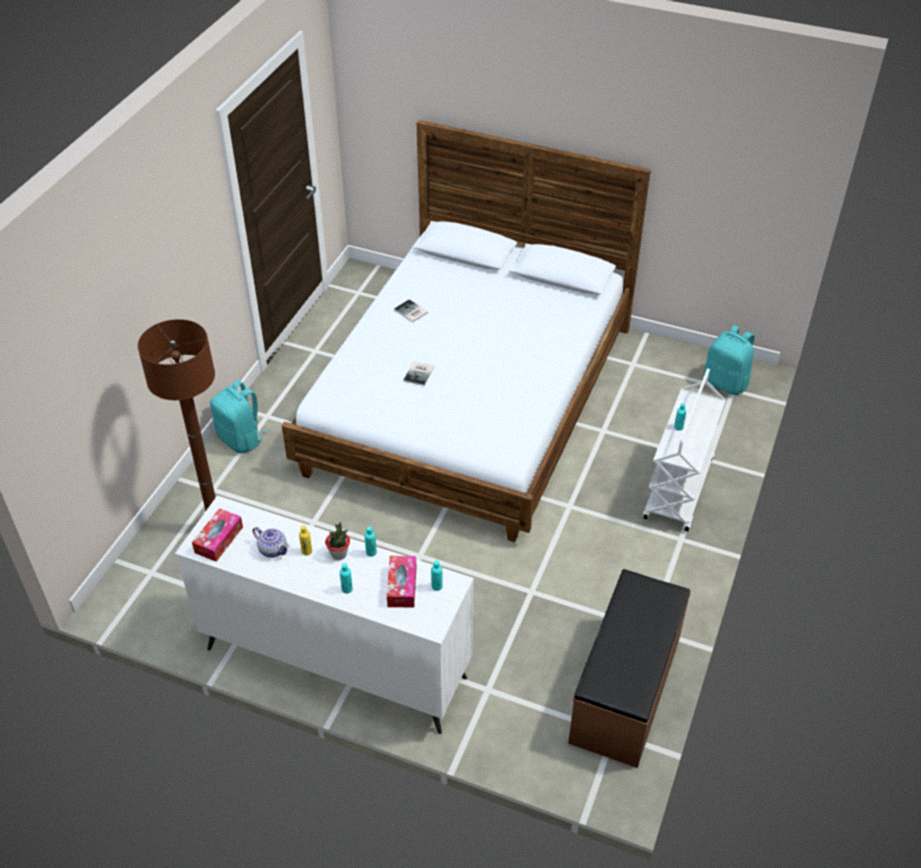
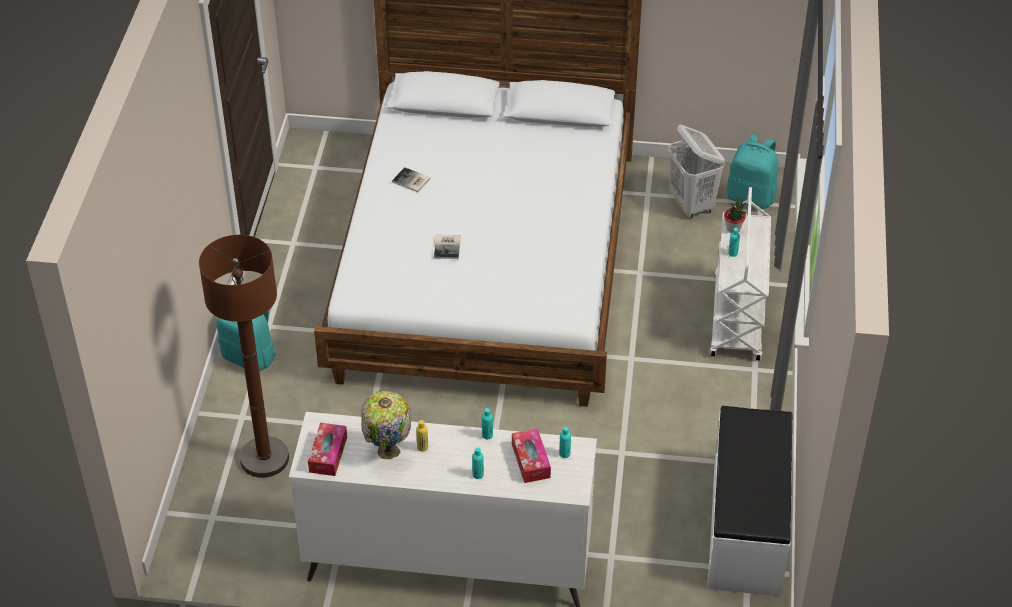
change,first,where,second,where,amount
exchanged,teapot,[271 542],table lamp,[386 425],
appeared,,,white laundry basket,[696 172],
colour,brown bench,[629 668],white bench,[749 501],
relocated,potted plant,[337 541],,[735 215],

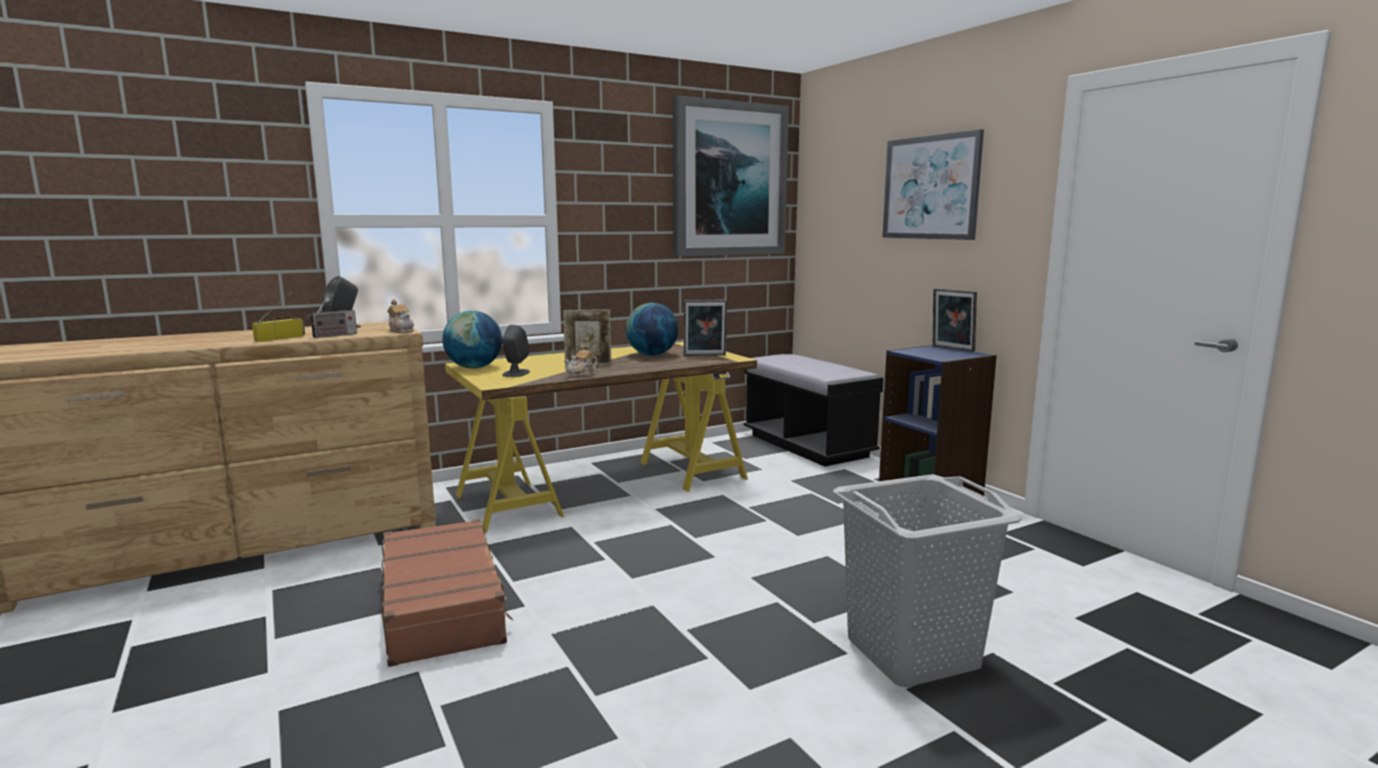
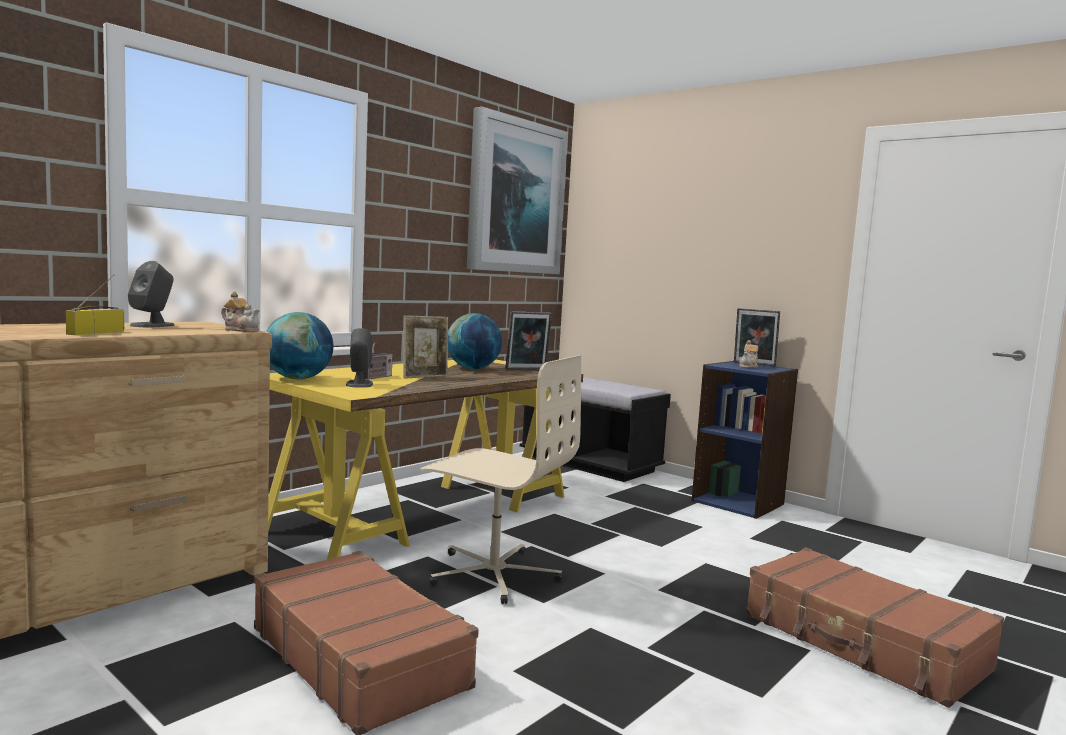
change,first,where,second,where,amount
relocated,radio,[332 318],,[378 361],
appeared,,,beige office chair,[501 479],
relocated,teapot,[581 361],,[748 354],
exchanged,grey laundry basket,[927 580],brown suitcase,[875 628],
missing,picture,[933 184],,,

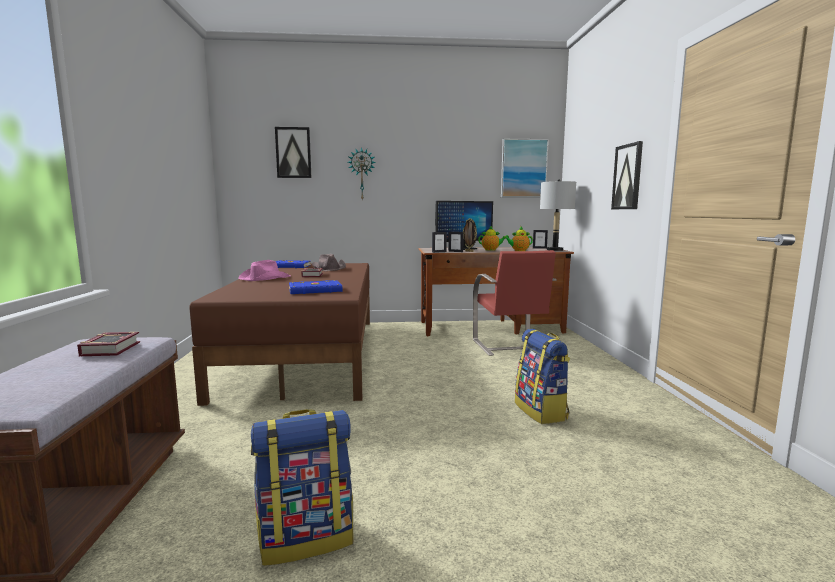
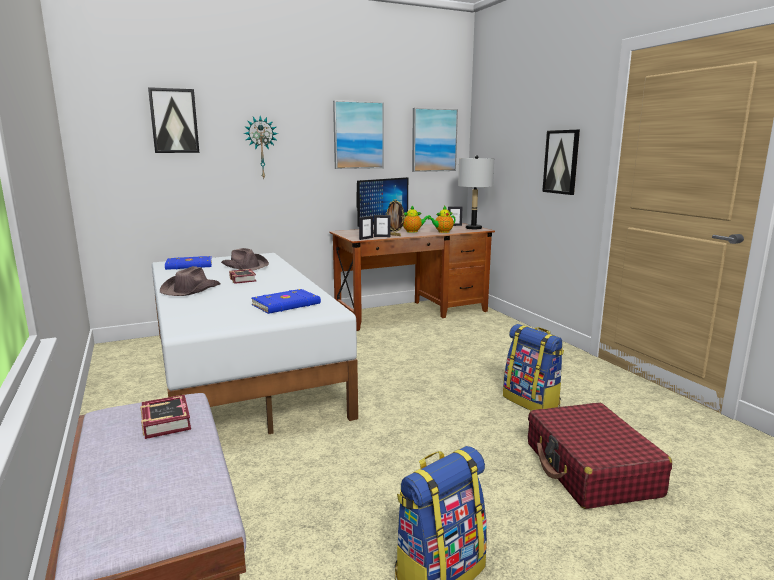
change,first,where,second,where,amount
colour,brown bed,[279 334],white bed,[255 343],
colour,pink hat,[264 270],brown hat,[190 281],
appeared,,,picture,[358 134],
appeared,,,red suitcase,[600 456],
missing,red chair,[515 303],,,

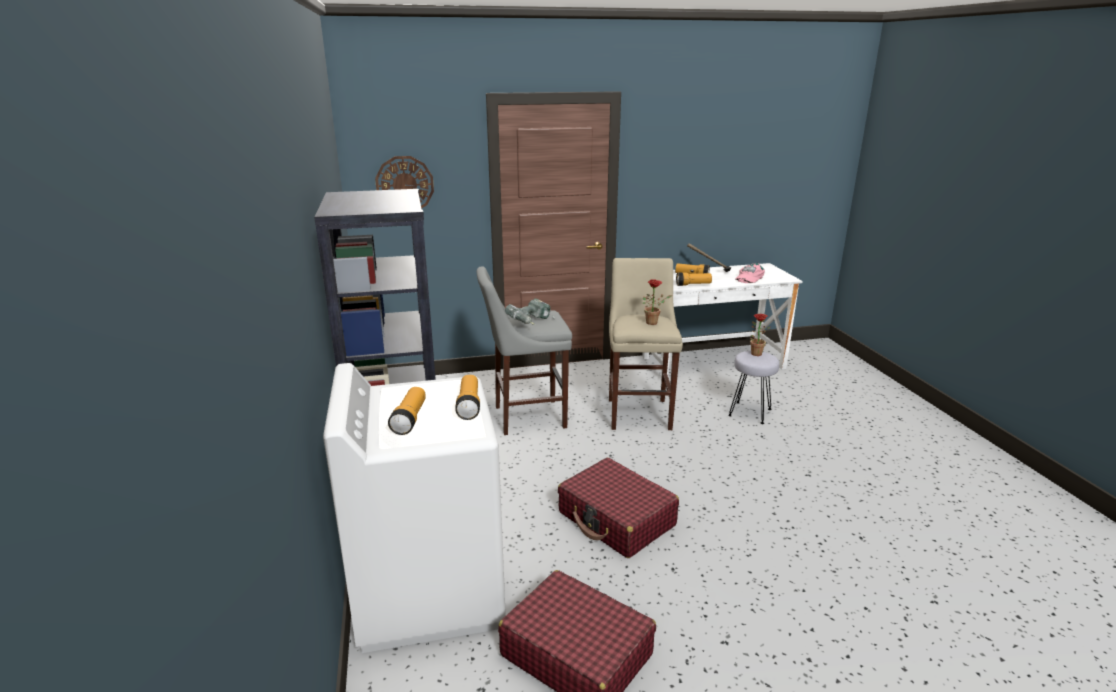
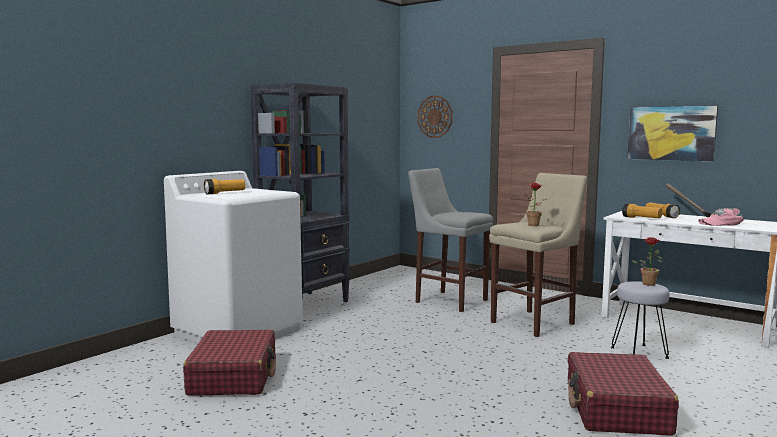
change,first,where,second,where,amount
relocated,red suitcase,[618 508],,[623 394],
appeared,,,picture,[672 133],
missing,flashlight,[467 397],,,
missing,power drill,[530 312],,,

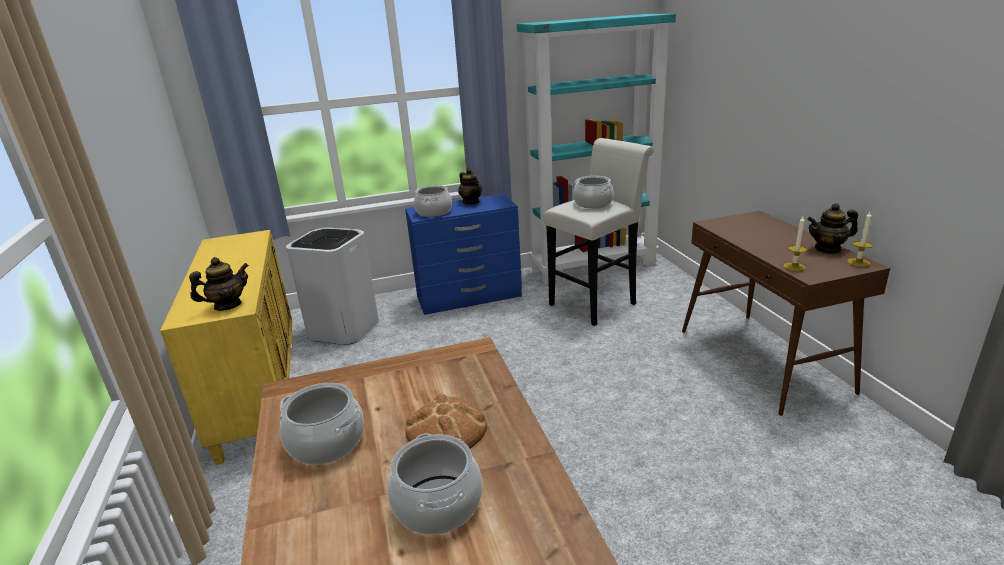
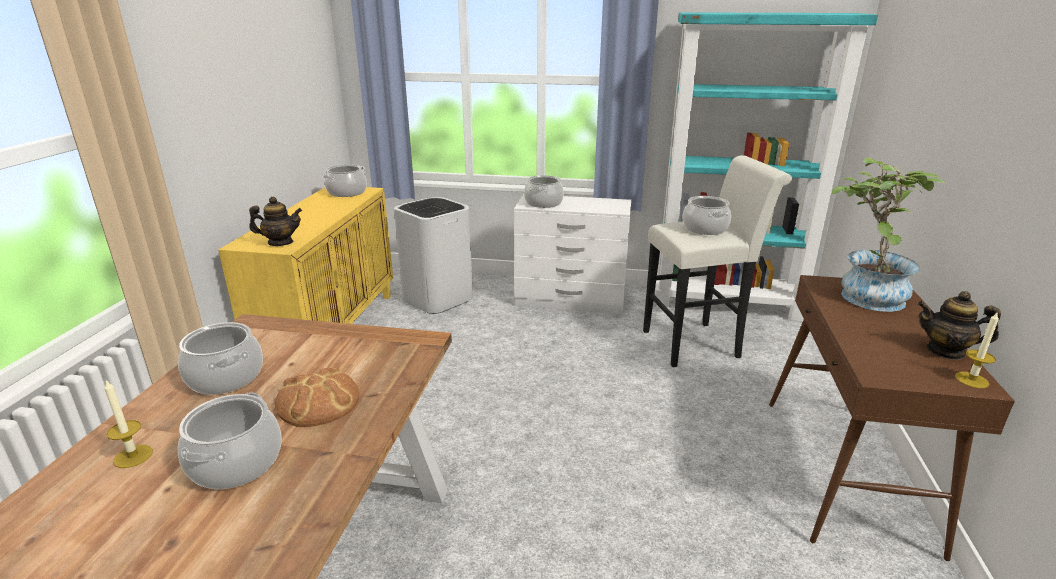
change,first,where,second,where,amount
relocated,candle,[795 243],,[128 424],
appeared,,,cooking pot,[345 180],
colour,blue dresser,[463 254],white dresser,[572 254],
appeared,,,potted plant,[889 234],
missing,teapot,[470 186],,,

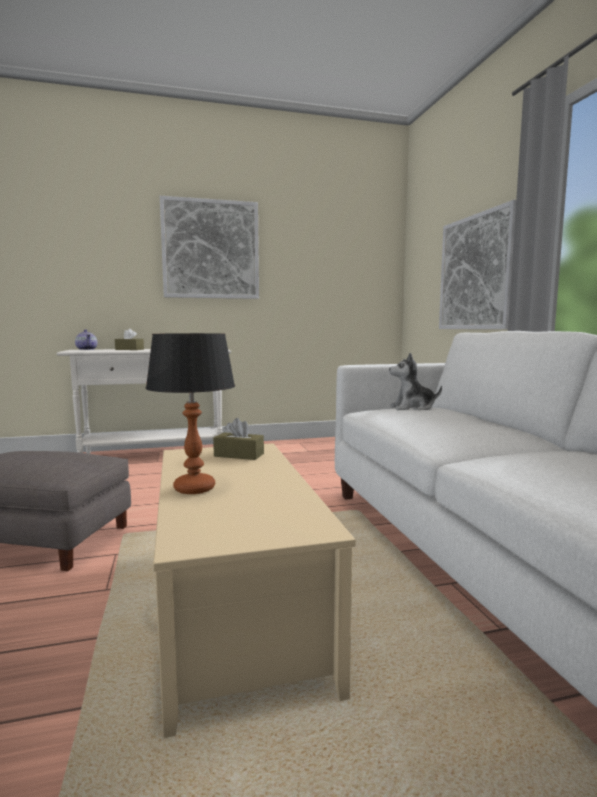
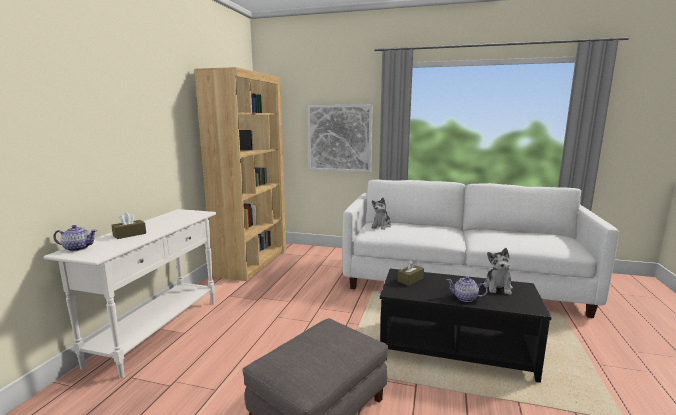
change,first,where,second,where,amount
appeared,,,brown bookcase,[240 174],
colour,beige coffee table,[254 590],black coffee table,[466 326],
exchanged,table lamp,[190 413],teapot,[467 289],
appeared,,,plush toy,[498 271],
missing,picture,[209 247],,,

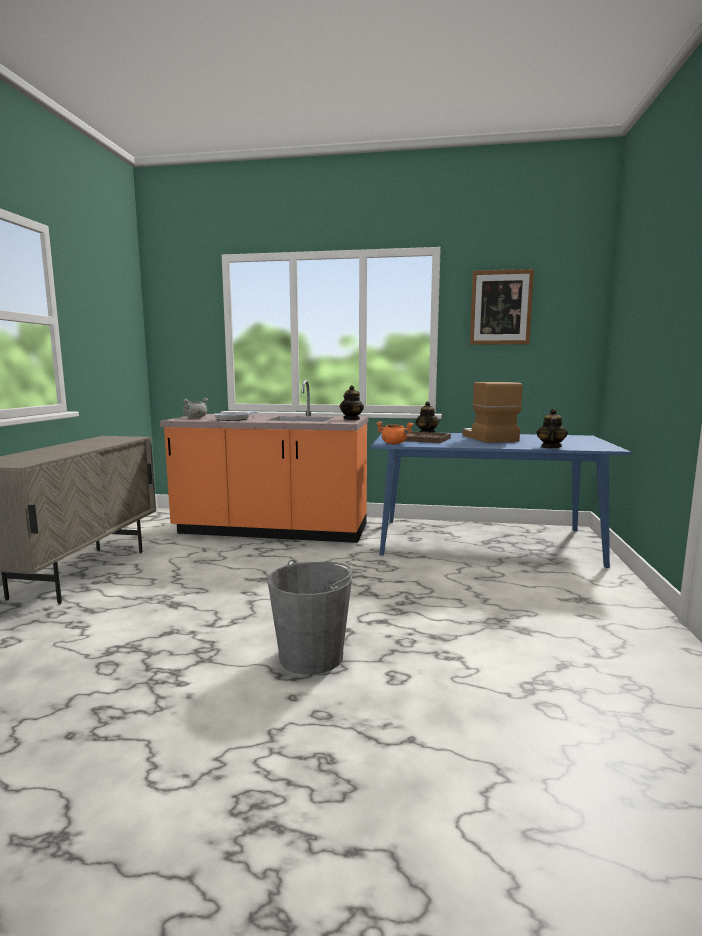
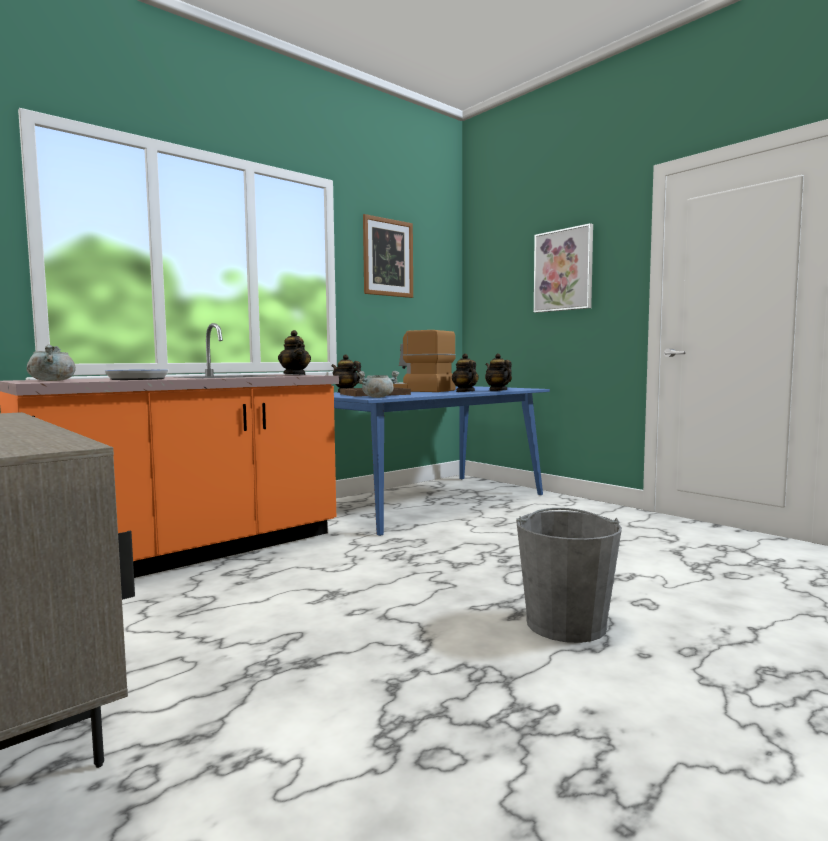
change,first,where,second,where,amount
colour,orange cooking pot,[394 432],grey cooking pot,[378 384],
appeared,,,teapot,[465 372],
appeared,,,picture,[563 268],

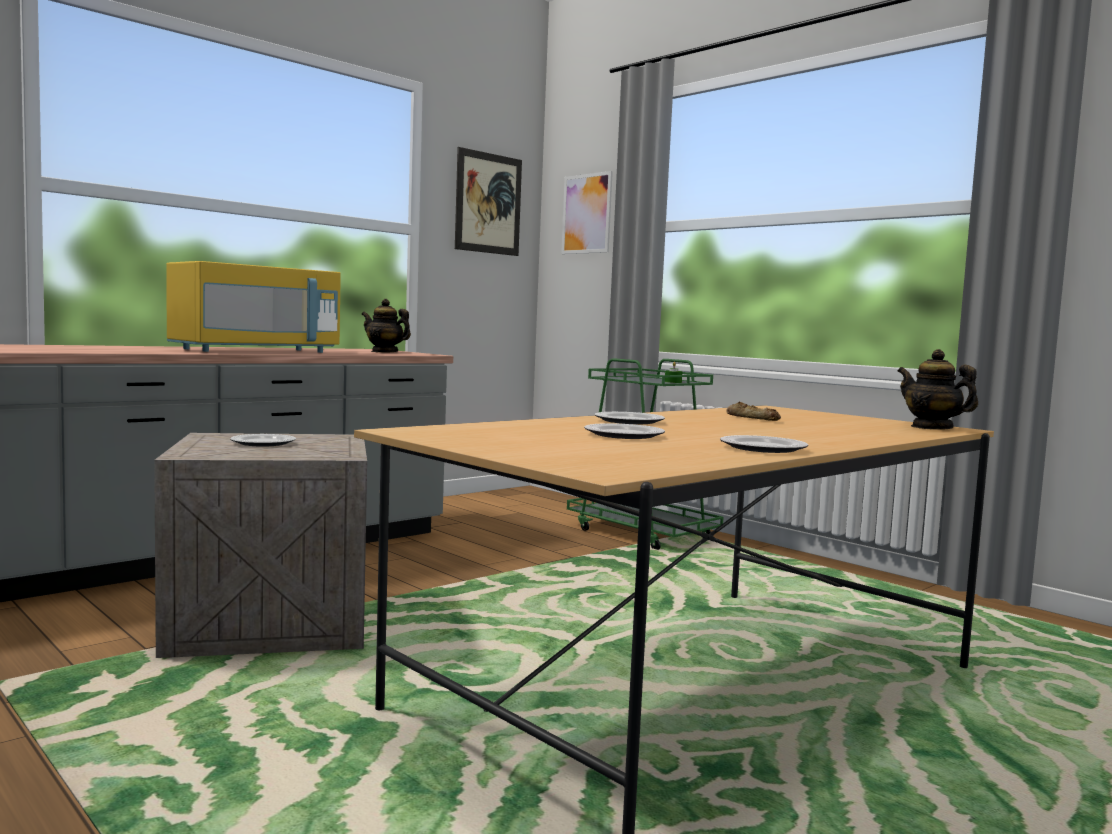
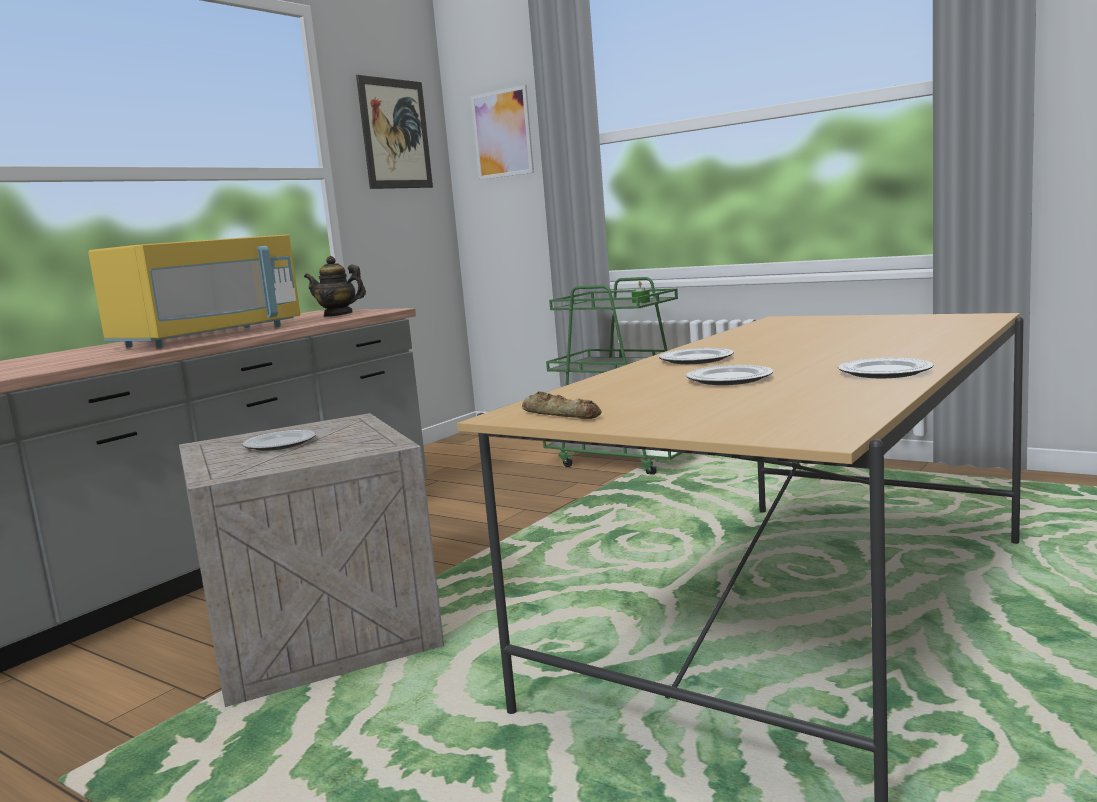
change,first,where,second,where,amount
relocated,bread,[753 411],,[561 405],
missing,teapot,[938 389],,,

